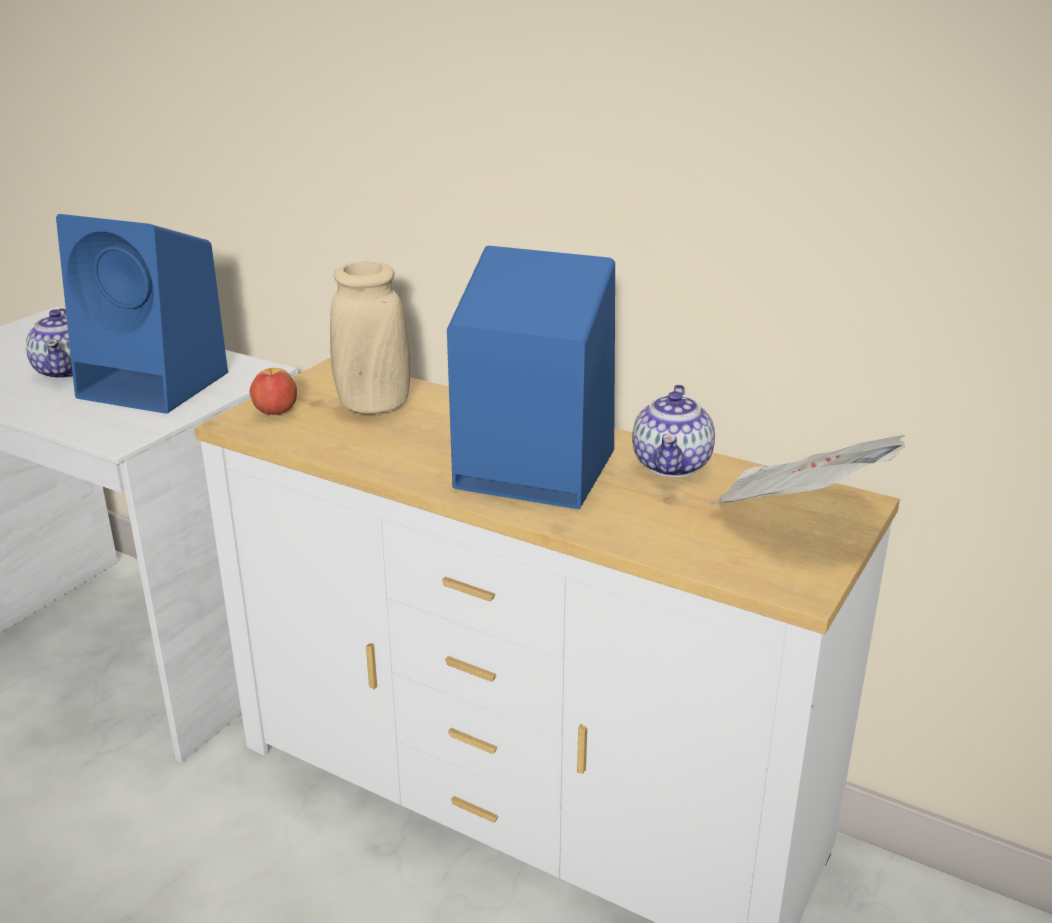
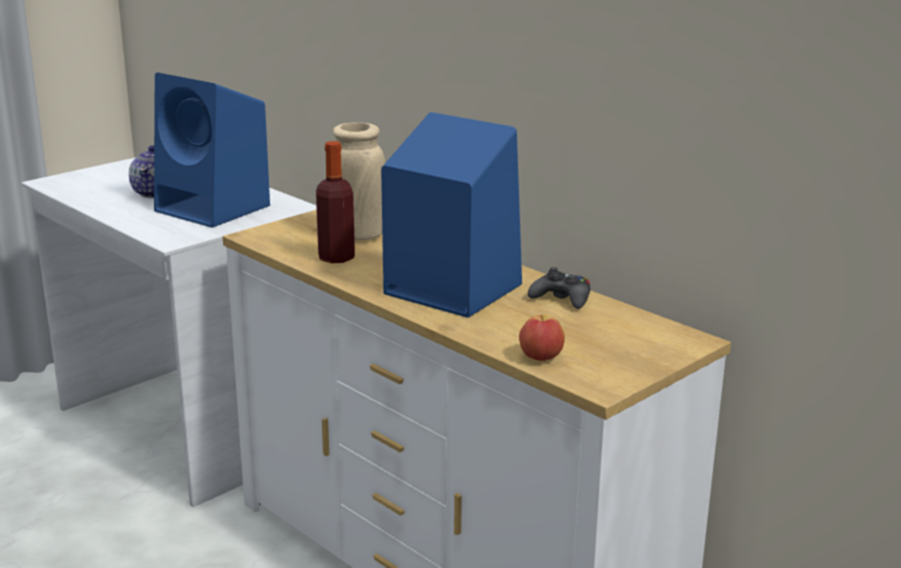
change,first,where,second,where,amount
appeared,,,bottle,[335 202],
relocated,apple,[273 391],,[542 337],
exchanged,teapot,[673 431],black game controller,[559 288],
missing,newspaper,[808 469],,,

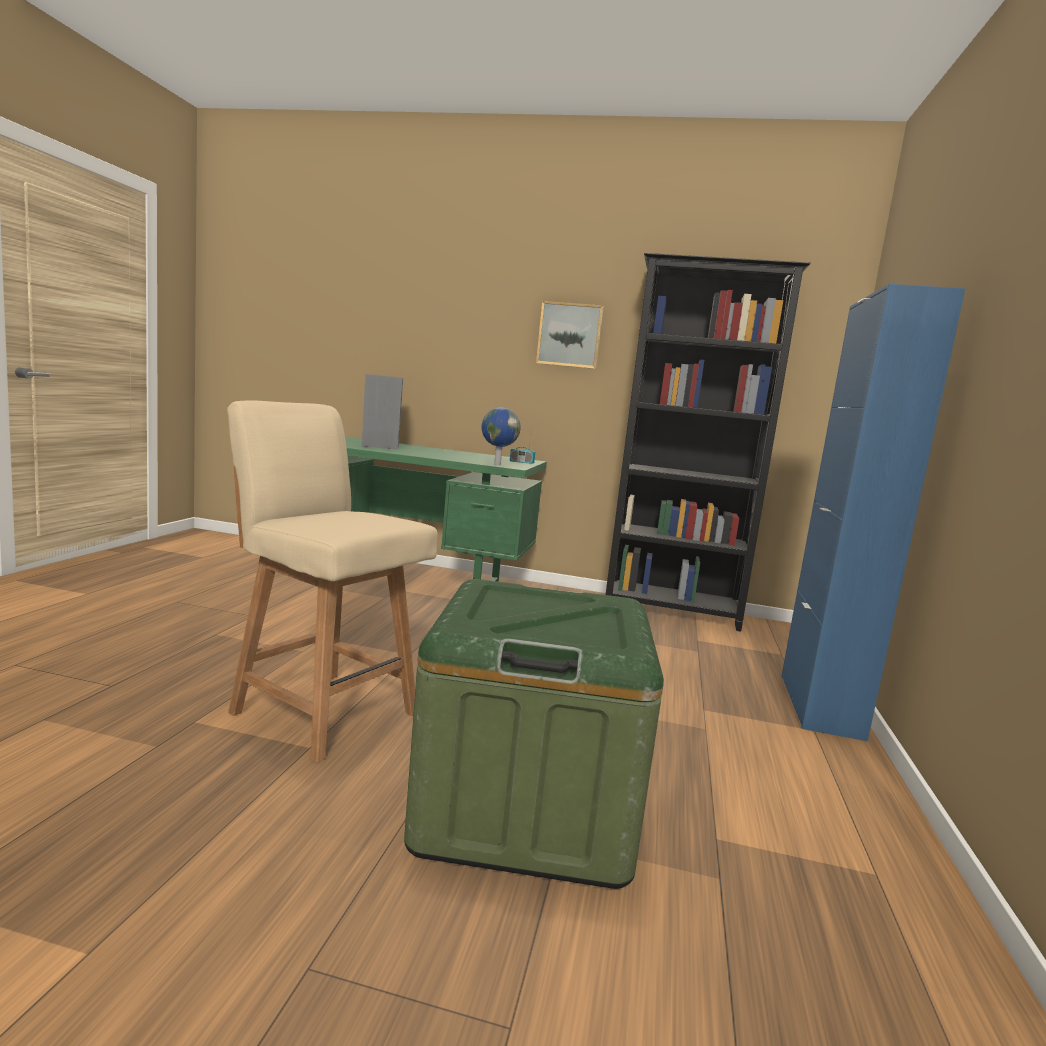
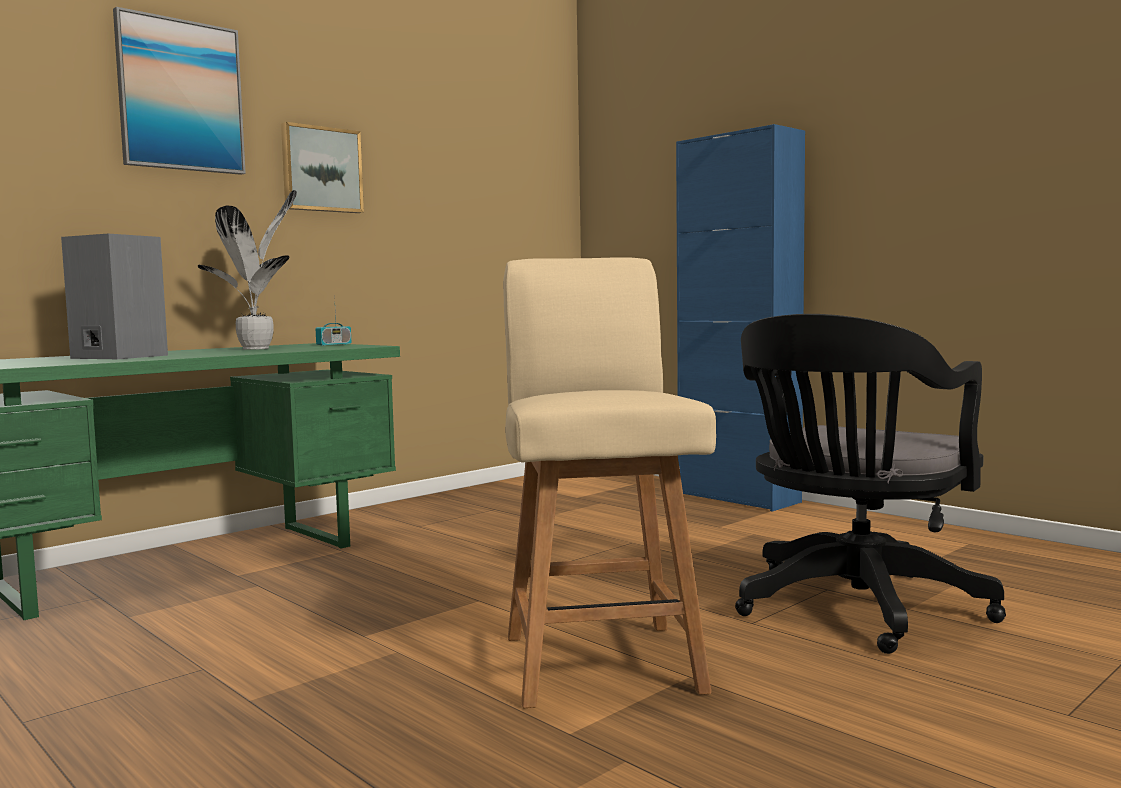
change,first,where,second,where,amount
appeared,,,picture,[179 91],
appeared,,,potted plant,[247 270],
spun,beige chair,[332 581],,[609 482],105 degrees clockwise
exchanged,green storage box,[534 734],black office chair,[870 484],
missing,globe,[501 436],,,
missing,black bookcase,[708 442],,,

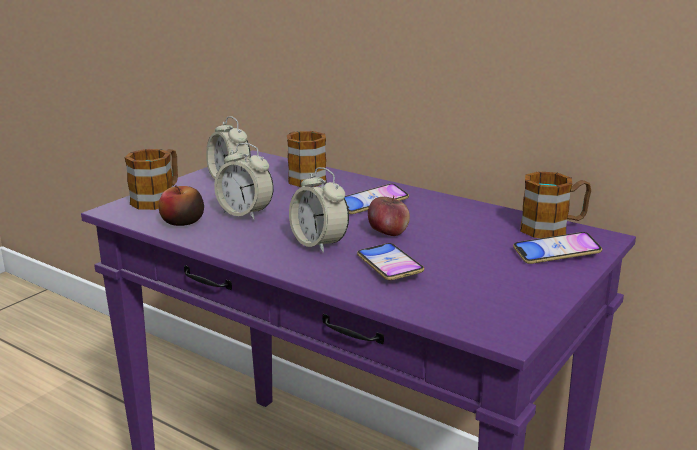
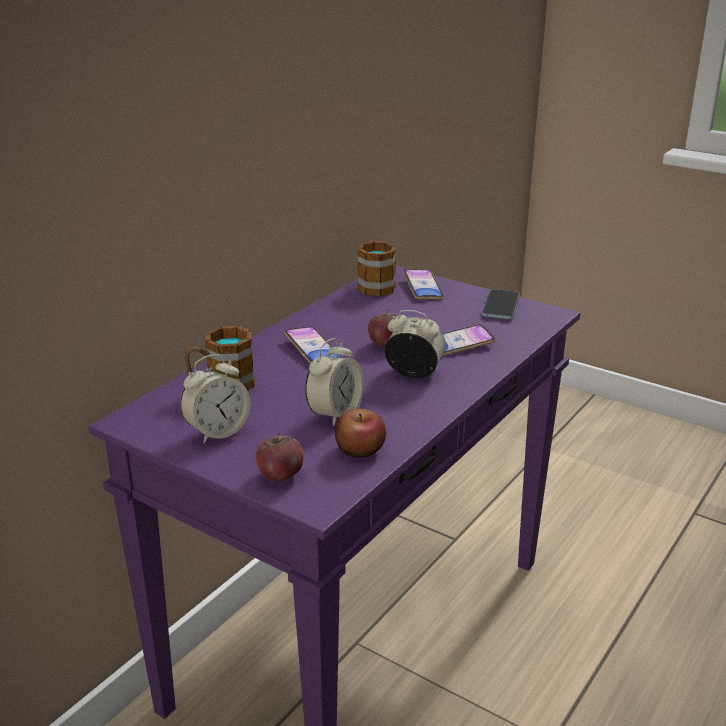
change,first,where,second,where,amount
exchanged,mug,[151 179],apple,[279 456],
spun,alarm clock,[319 210],,[415 344],120 degrees counterclockwise
appeared,,,phone,[501 304],

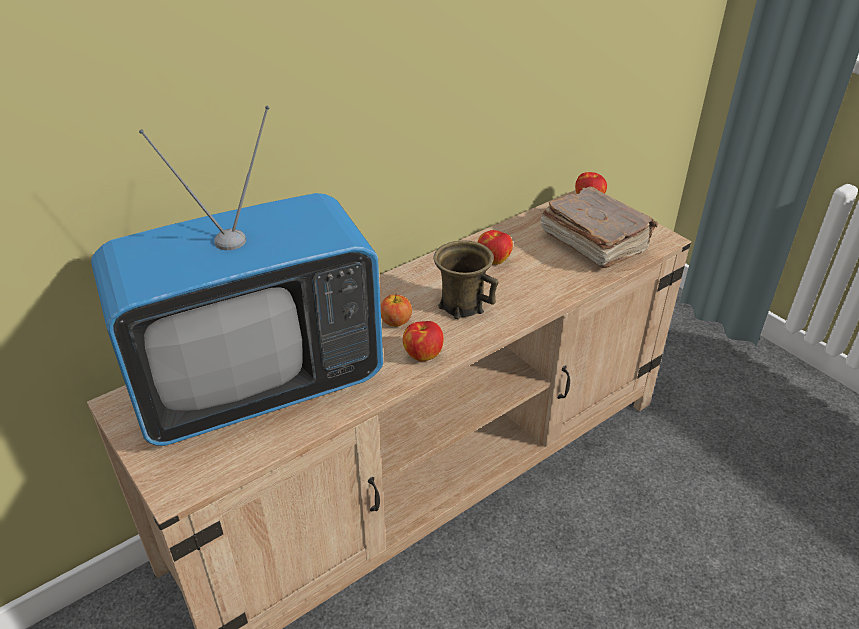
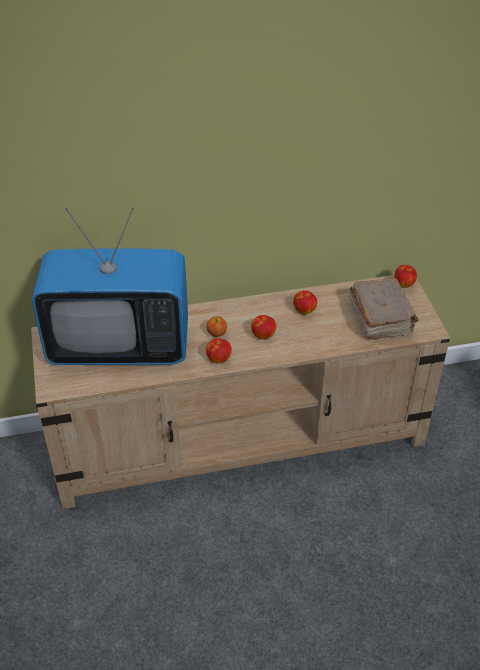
change,first,where,second,where,amount
exchanged,brown mug,[466 280],apple,[263 327],

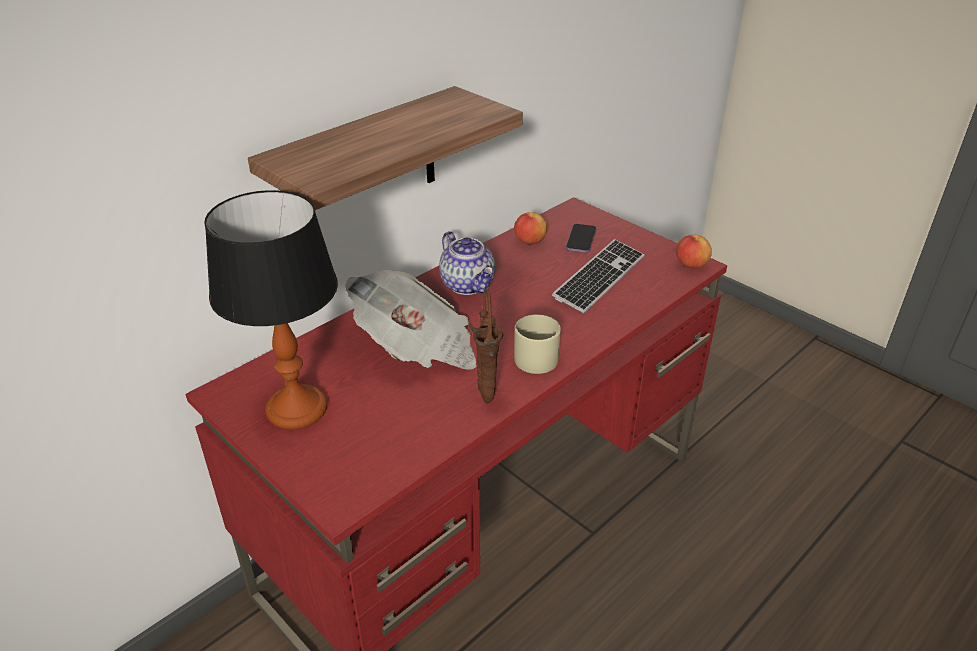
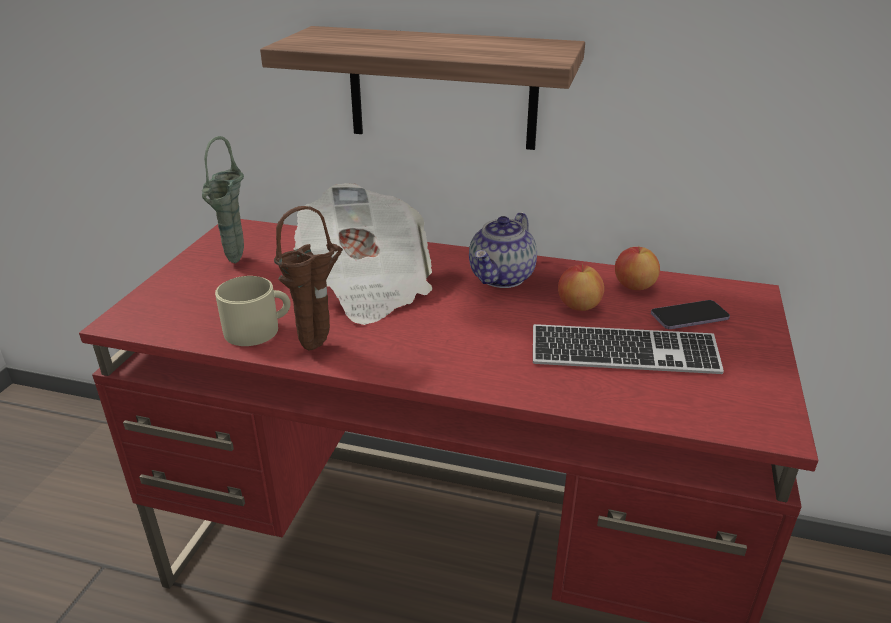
change,first,where,second,where,amount
exchanged,table lamp,[271 310],green vase,[223 200],
relocated,beige mug,[537 344],,[253 311],
relocated,apple,[694 251],,[581 287],

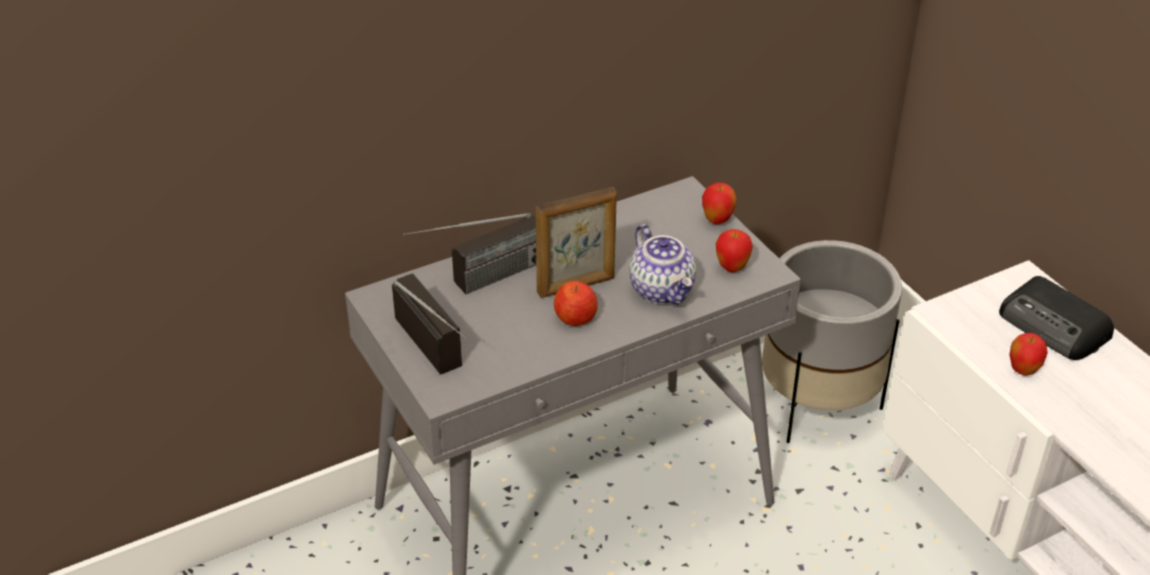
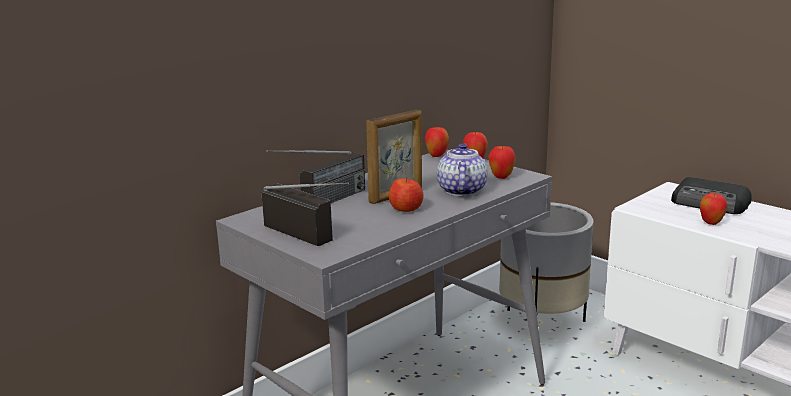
change,first,where,second,where,amount
appeared,,,apple,[437 141],
spun,teapot,[662 264],,[462 169],135 degrees counterclockwise

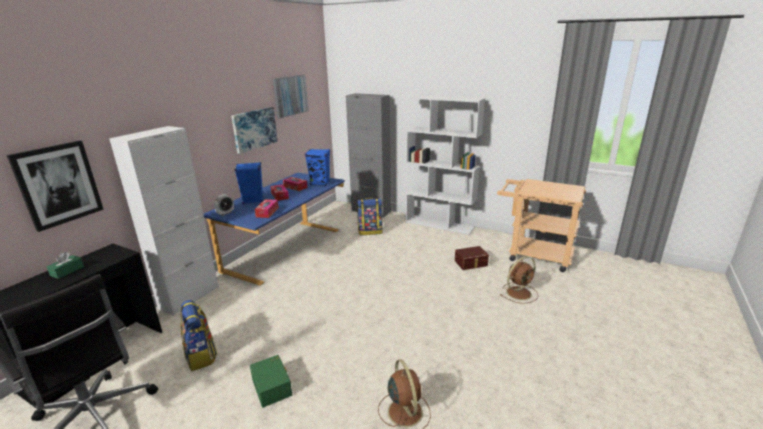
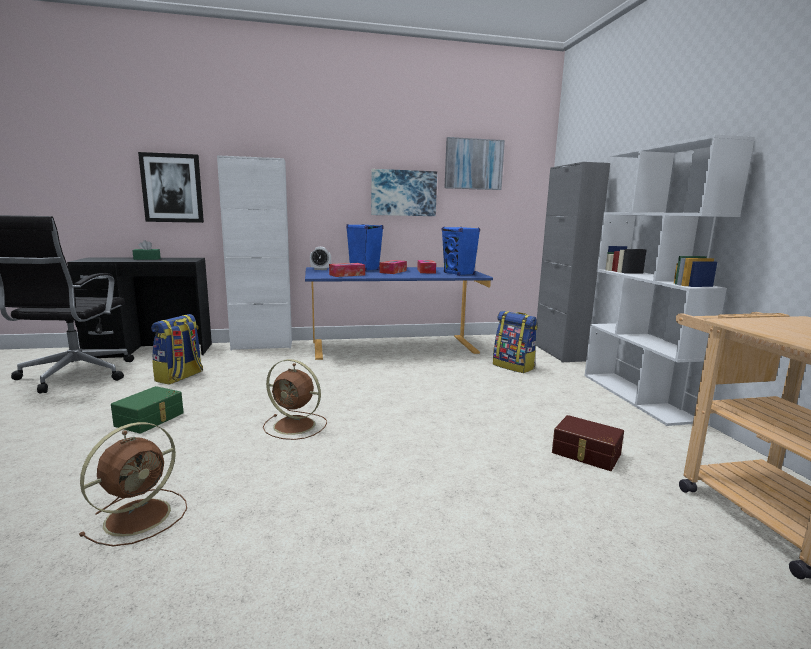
change,first,where,second,where,amount
relocated,brown fan,[519 280],,[295 399],

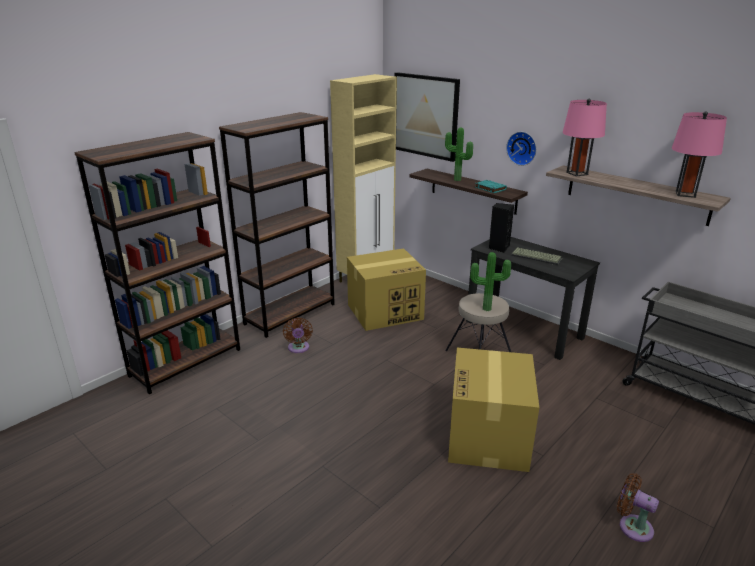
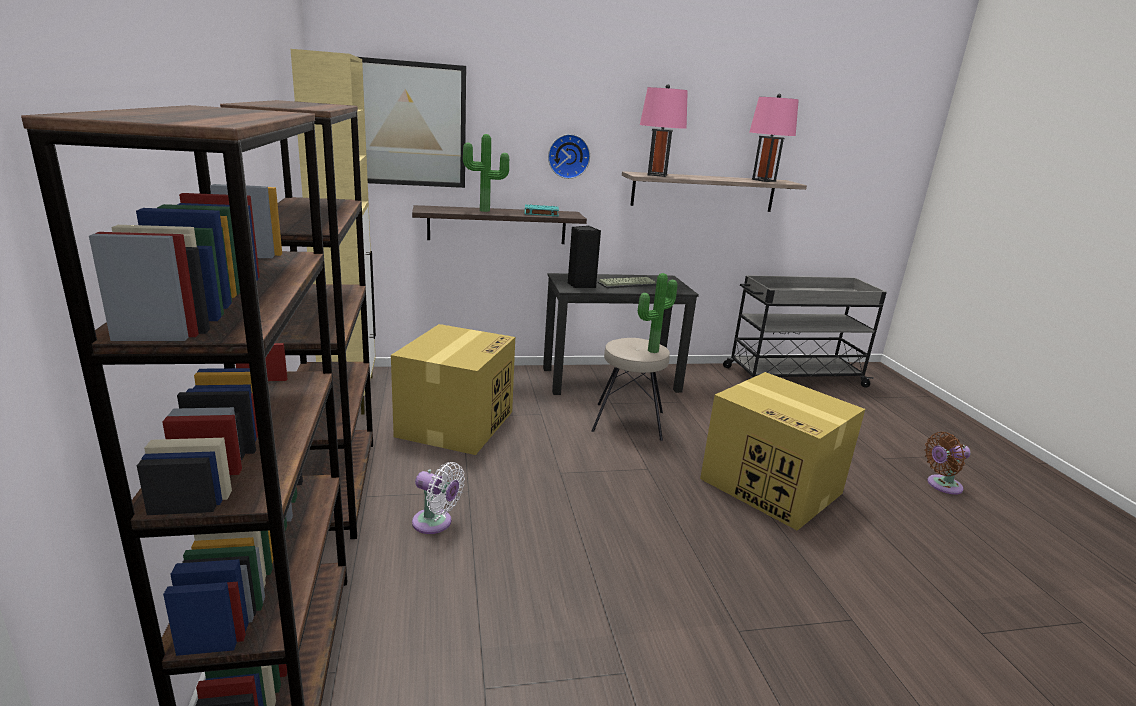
change,first,where,second,where,amount
colour,brown fan,[298 335],white fan,[438 498],

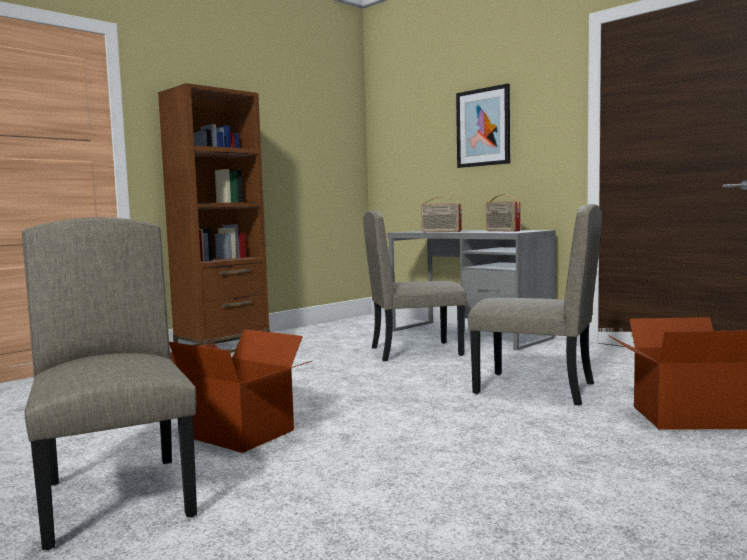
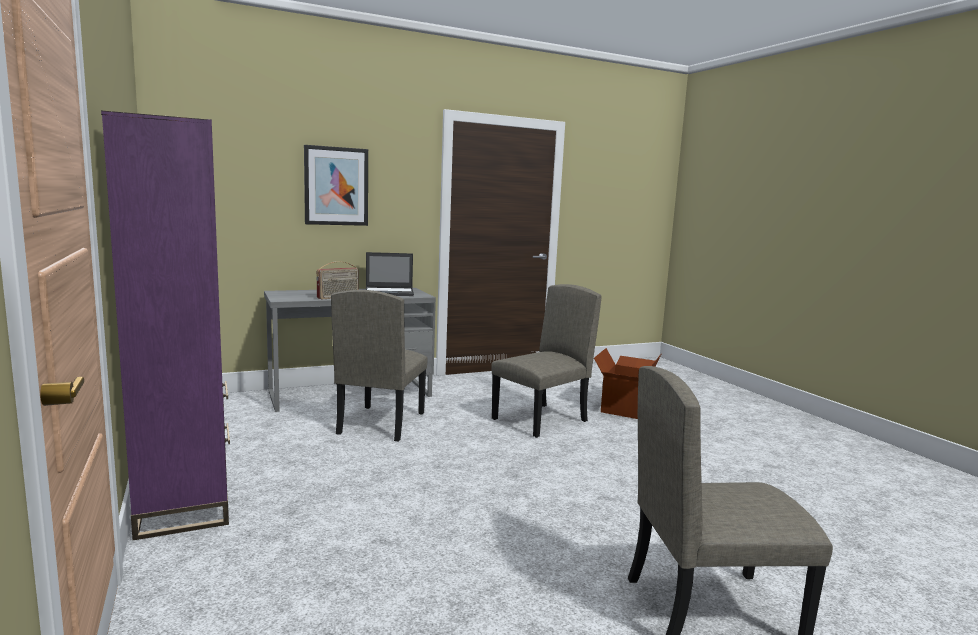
change,first,where,second,where,amount
colour,brown bookcase,[214 218],purple bookcase,[165 325],
exchanged,radio,[503 213],laptop,[389 274],
missing,cardboard box,[240 391],,,

